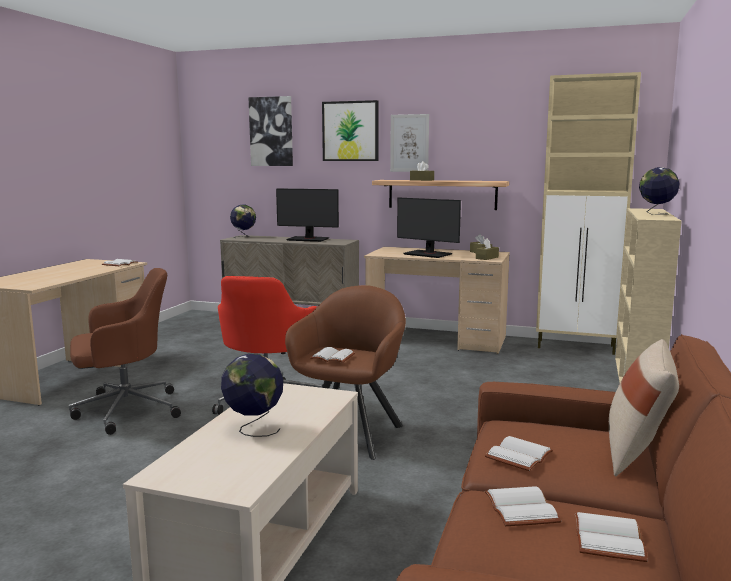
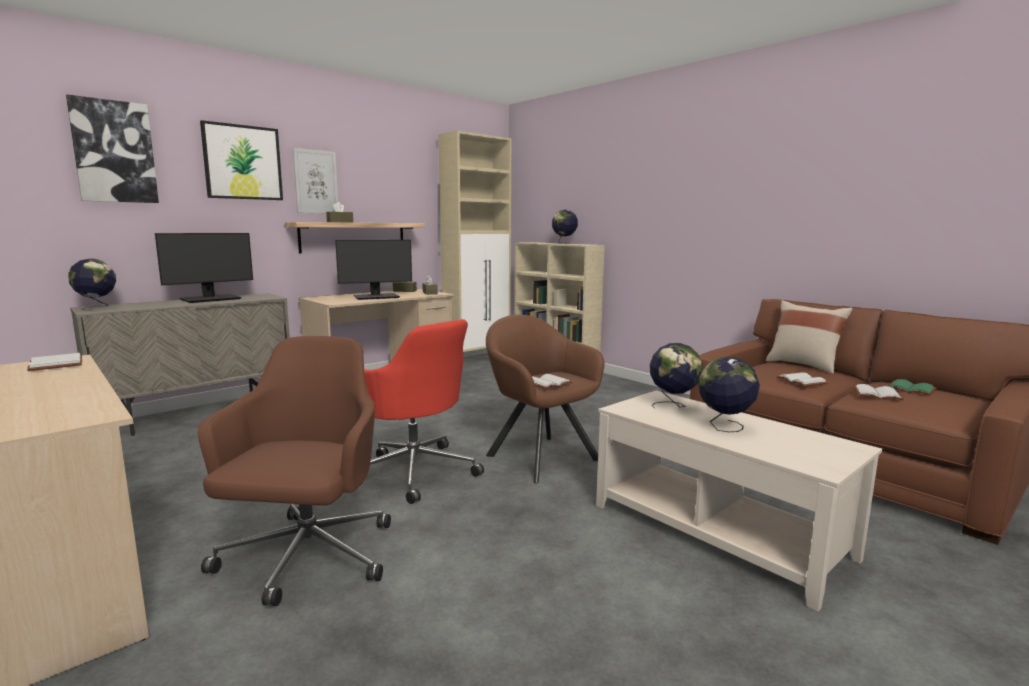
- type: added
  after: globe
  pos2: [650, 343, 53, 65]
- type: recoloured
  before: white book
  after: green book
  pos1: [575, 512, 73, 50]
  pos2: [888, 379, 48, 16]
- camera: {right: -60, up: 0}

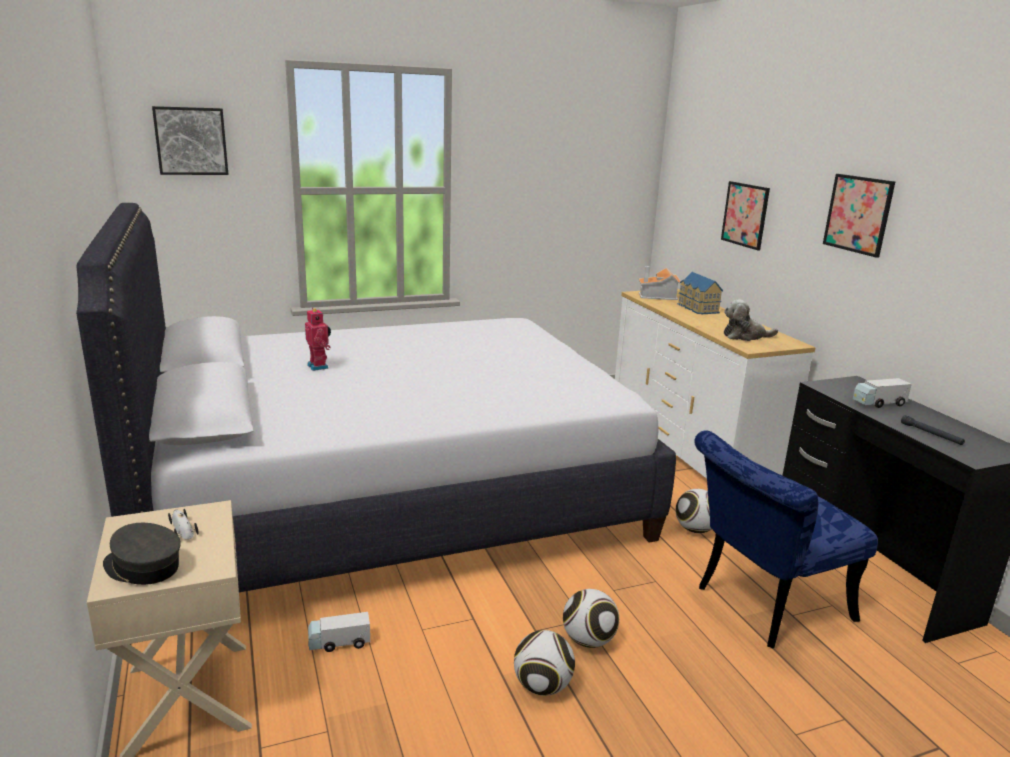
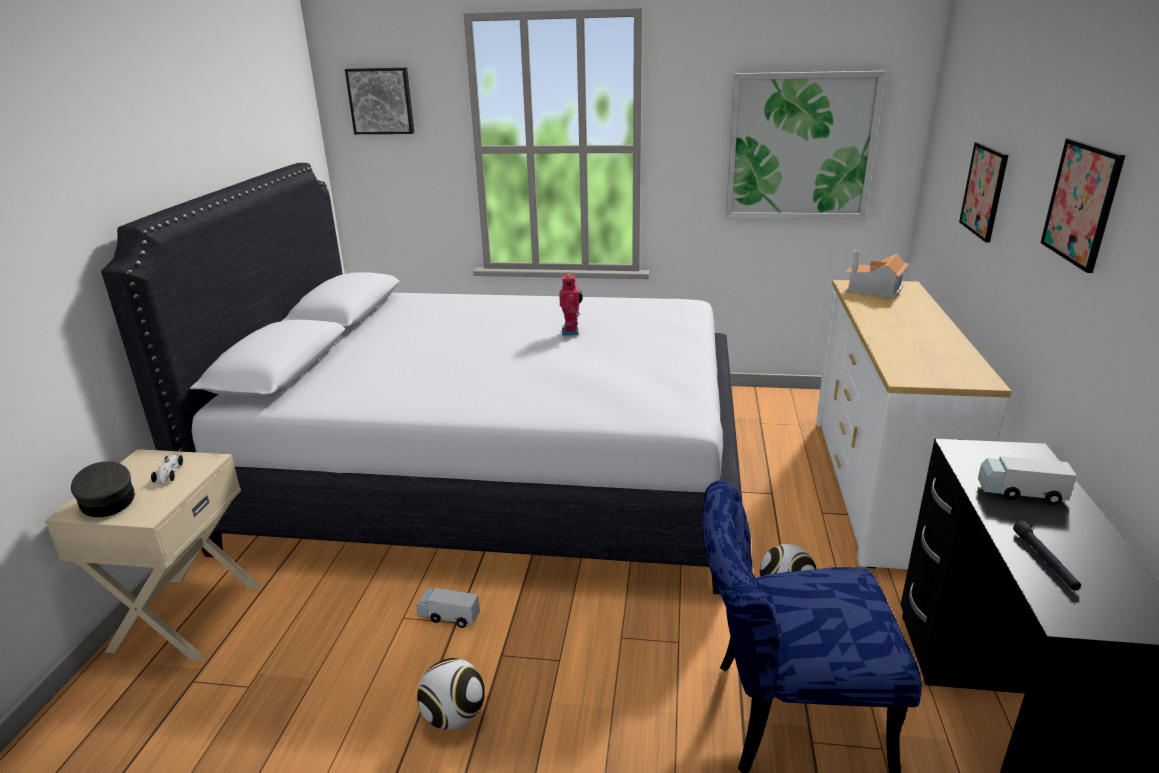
- type: removed
  before: football
  pos1: [563, 589, 56, 59]
- type: removed
  before: toy house
  pos1: [678, 272, 45, 42]
- type: removed
  before: plush toy
  pos1: [724, 299, 54, 42]
- type: added
  after: picture
  pos2: [726, 71, 160, 148]
- type: moved
  before: toy robot
  pos1: [305, 308, 26, 63]
  pos2: [559, 272, 24, 64]
- type: moved
  before: toy truck
  pos1: [308, 612, 62, 40]
  pos2: [417, 588, 63, 40]
- camera: {right: 30, up: 5}

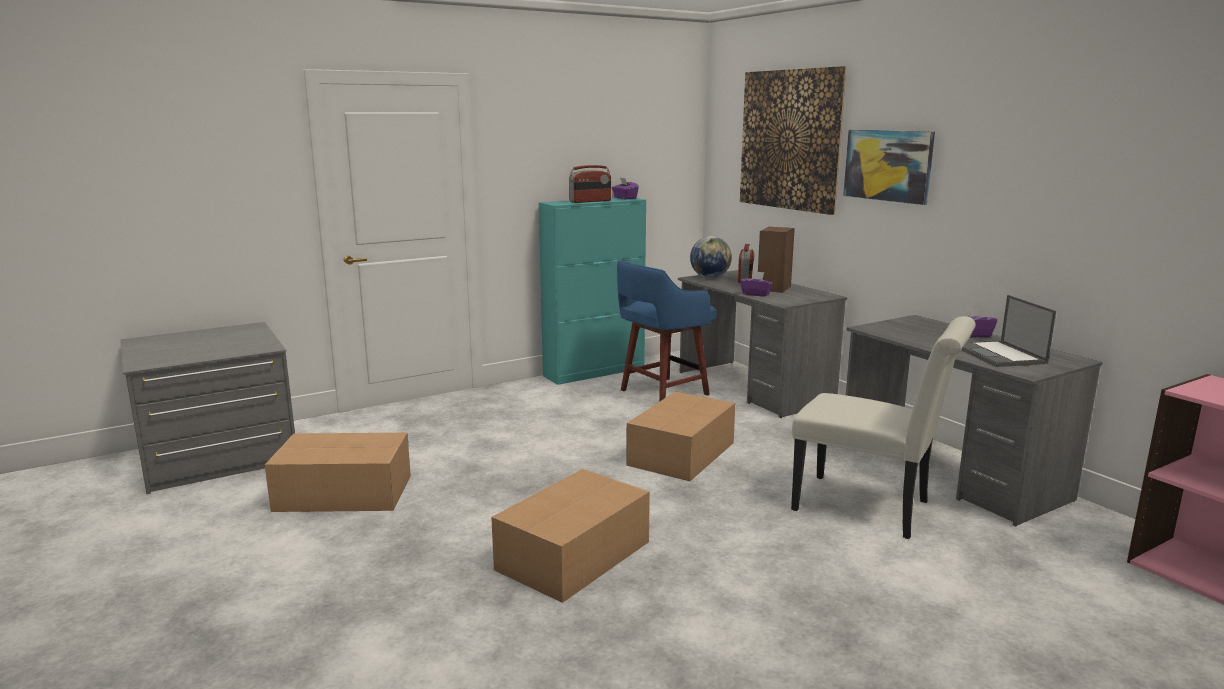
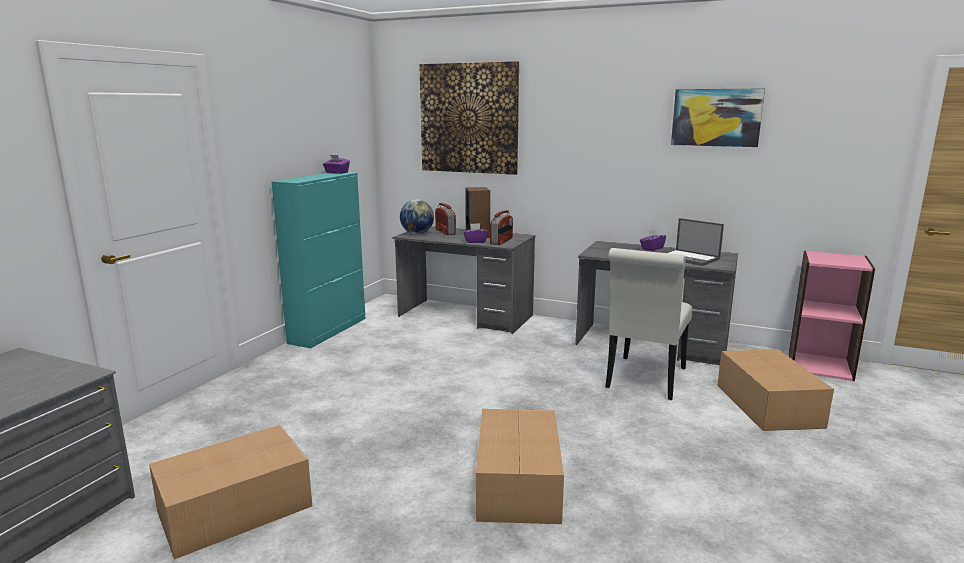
- type: removed
  before: blue stool
  pos1: [617, 260, 100, 142]
- type: moved
  before: radio
  pos1: [569, 165, 42, 38]
  pos2: [490, 210, 23, 35]
- type: moved
  before: cardboard box
  pos1: [626, 392, 109, 89]
  pos2: [717, 349, 117, 82]
- type: moved
  before: picture
  pos1: [843, 130, 92, 75]
  pos2: [671, 89, 94, 58]
- type: turned
  before: white chair
  pos1: [791, 316, 185, 223]
  pos2: [605, 248, 87, 152]
  turn: 120
- camera: {right: -35, up: 0}

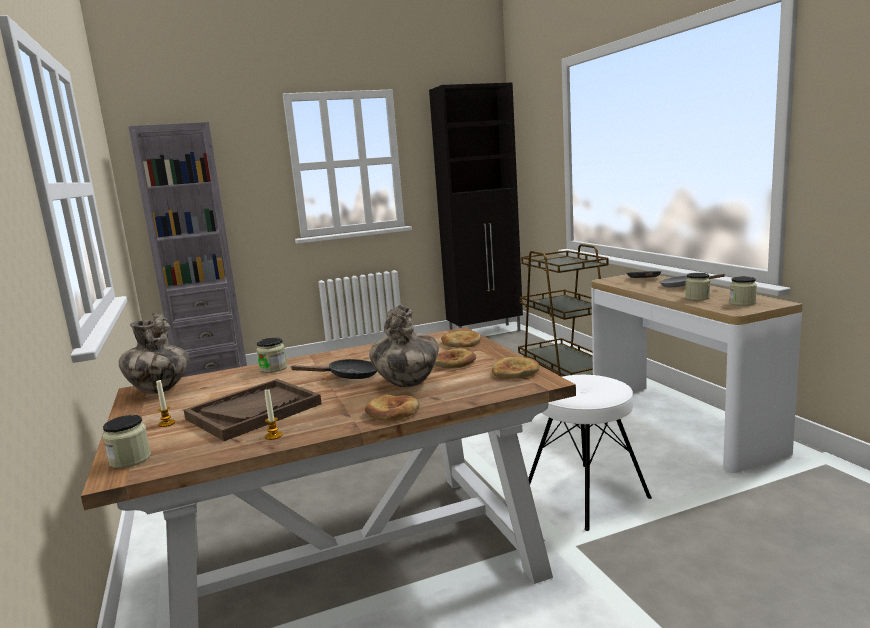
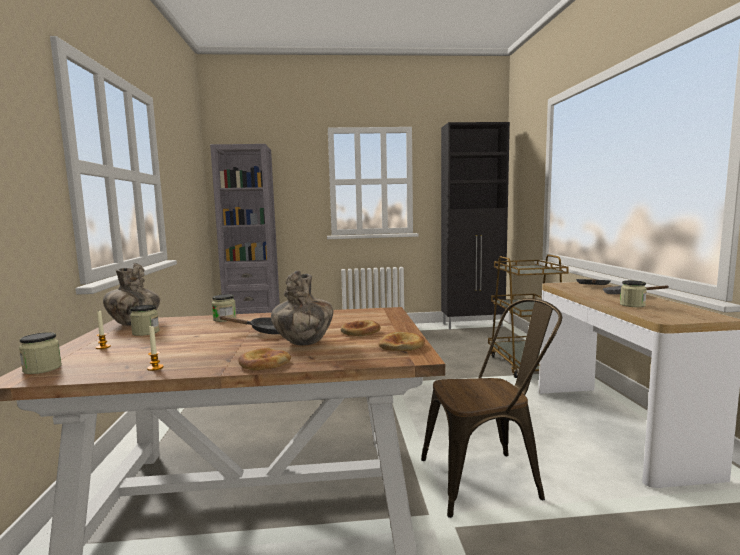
- type: removed
  before: brown tray
  pos1: [184, 379, 138, 62]
- type: removed
  before: bread
  pos1: [441, 331, 40, 17]
- type: moved
  before: jar
  pos1: [729, 276, 28, 30]
  pos2: [130, 305, 29, 31]
- type: replaced
  before: white stool
  after: brown chair
  pos1: [528, 375, 124, 156]
  pos2: [421, 299, 141, 219]
- camera: {right: 15, up: -5}

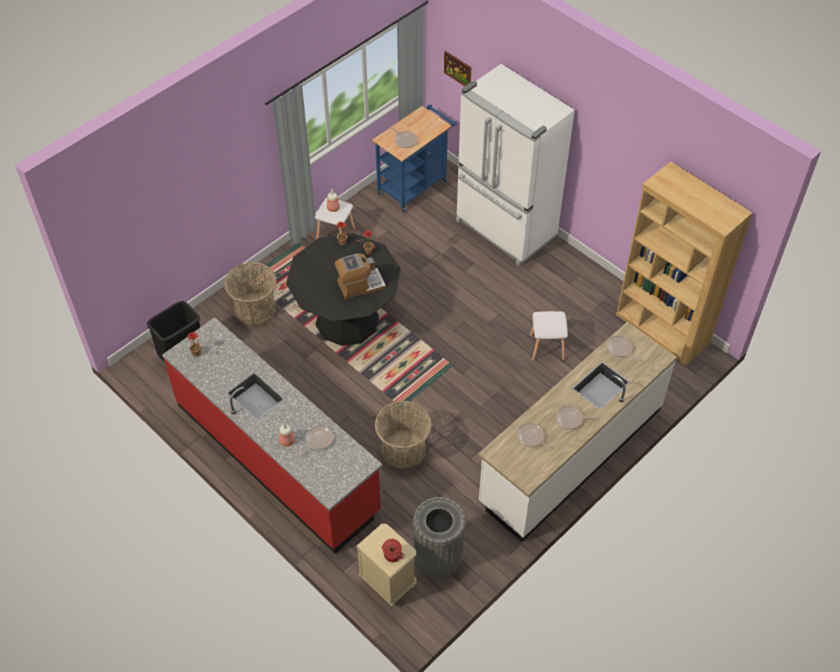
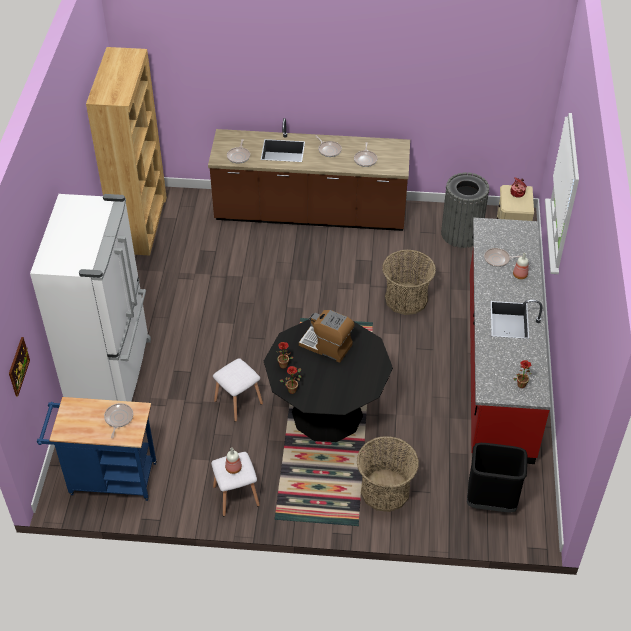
- type: moved
  before: white stool
  pos1: [530, 311, 38, 50]
  pos2: [213, 358, 50, 64]
- type: recoloured
  before: white counter
  after: brown counter
  pos1: [478, 322, 199, 220]
  pos2: [208, 118, 202, 113]
- camera: {right: -130, up: -5}

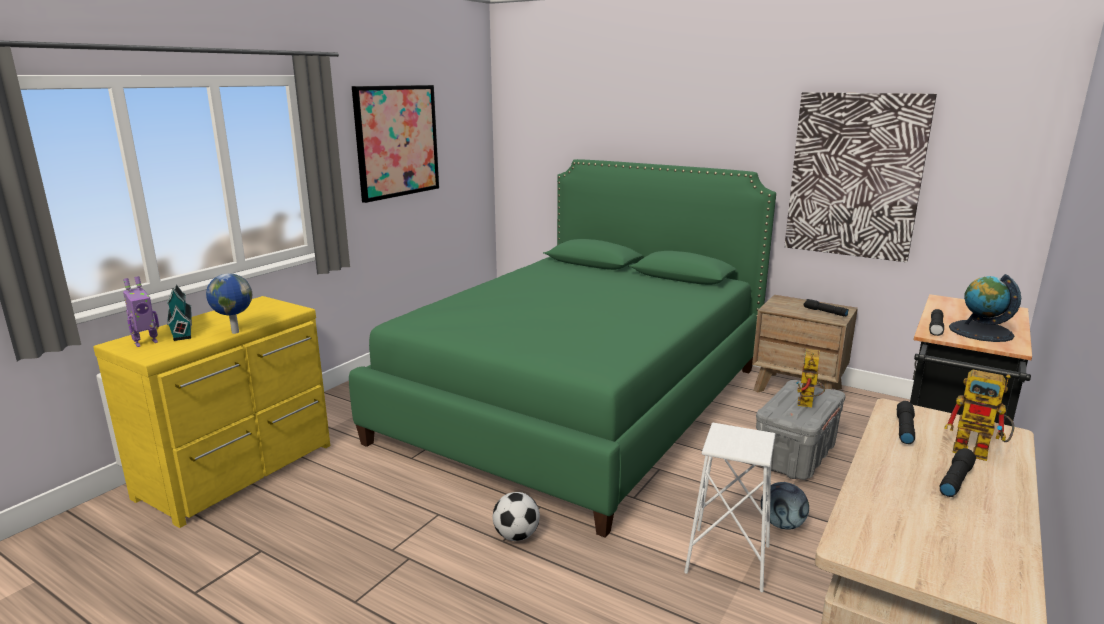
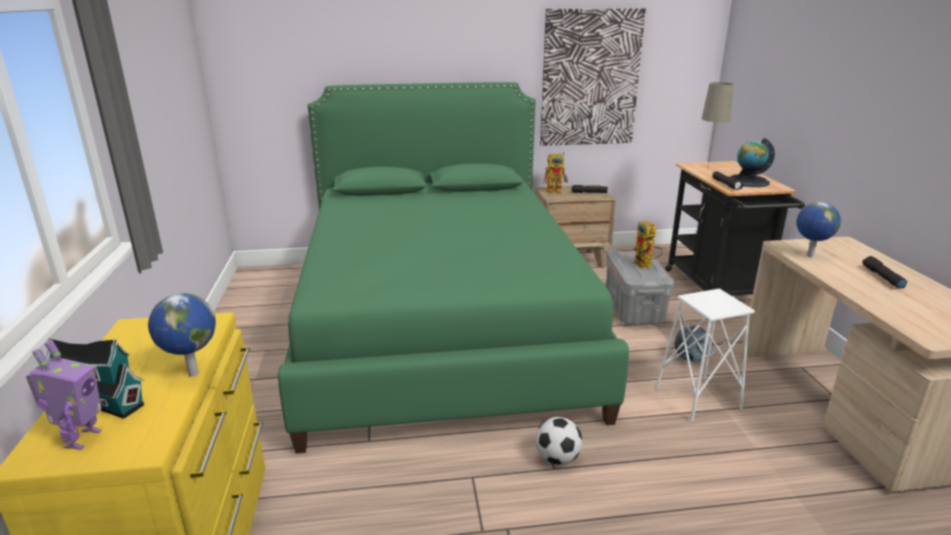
- type: removed
  before: picture
  pos1: [352, 85, 87, 118]
- type: added
  after: beige table lamp
  pos2: [702, 82, 32, 87]
- type: moved
  before: toy robot
  pos1: [944, 370, 71, 91]
  pos2: [543, 153, 25, 41]
- type: replaced
  before: black flashlight
  after: globe
  pos1: [897, 401, 18, 43]
  pos2: [796, 202, 45, 56]
- camera: {right: -40, up: 5}

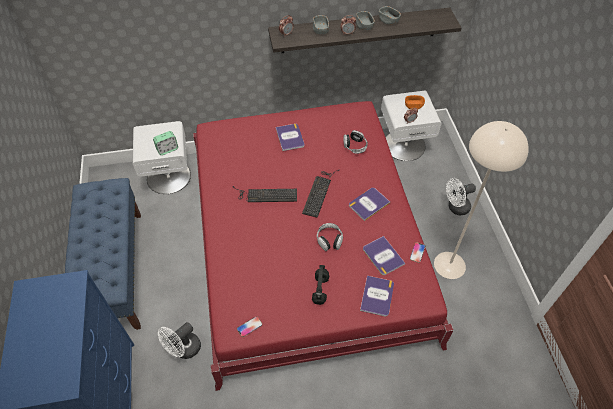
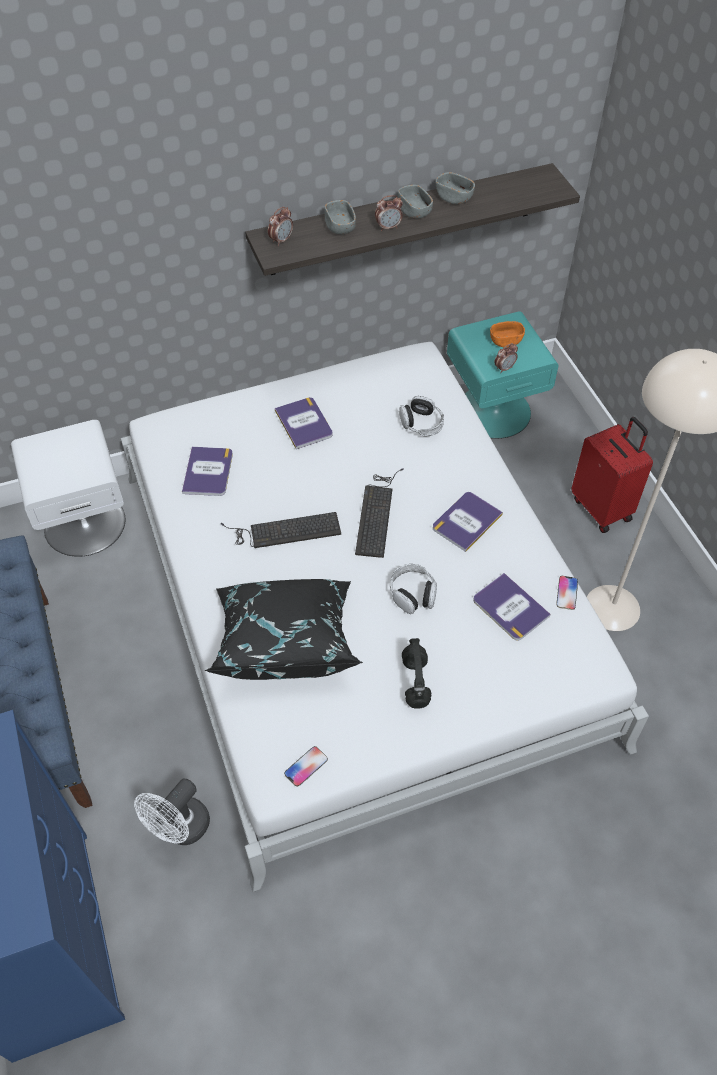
- type: removed
  before: alarm clock
  pos1: [153, 131, 25, 24]
- type: added
  after: black pillow
  pos2: [205, 579, 158, 101]
- type: moved
  before: book
  pos1: [360, 276, 34, 41]
  pos2: [182, 447, 51, 49]
- type: replaced
  before: white fan
  after: red suitcase
  pos1: [446, 178, 30, 37]
  pos2: [571, 417, 82, 116]
- type: recoloured
  before: red bed
  after: white bed
  pos1: [193, 101, 261, 290]
  pos2: [121, 342, 528, 550]
- type: recoloured
  before: white nightstand
  after: turquoise nightstand
  pos1: [381, 91, 60, 70]
  pos2: [447, 311, 112, 128]
- camera: {right: -10, up: 0}

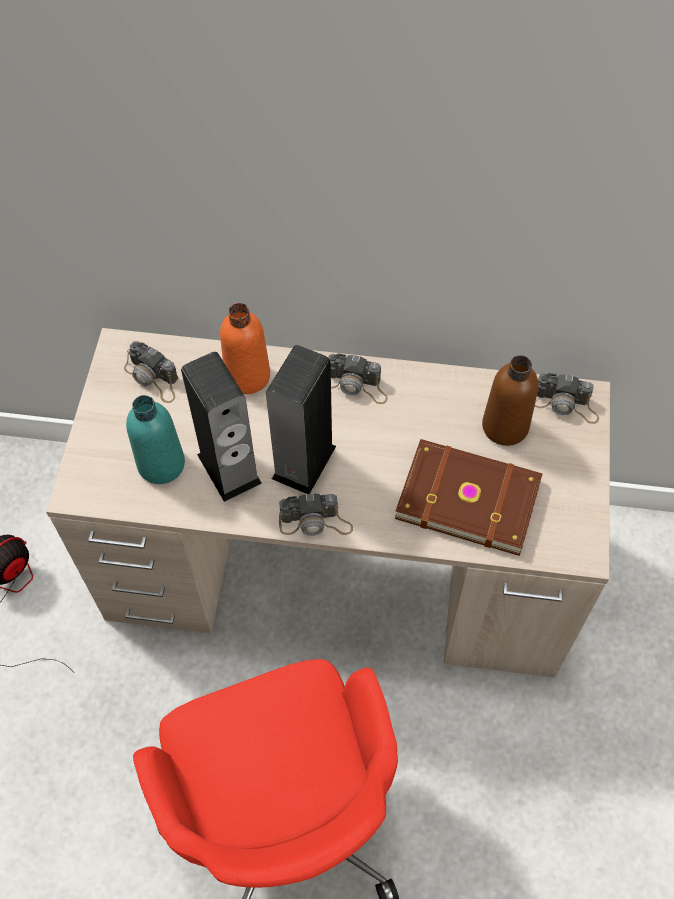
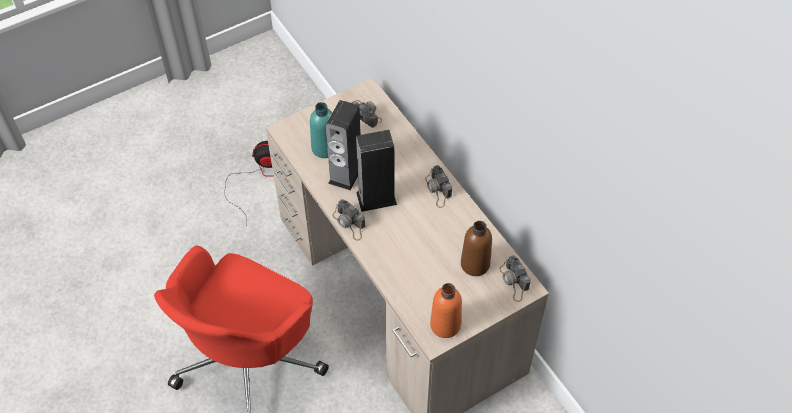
- type: removed
  before: brown book
  pos1: [395, 439, 148, 117]
- type: moved
  before: orange bottle
  pos1: [220, 303, 50, 91]
  pos2: [430, 283, 32, 55]
- type: turned
  before: photo camera
  pos1: [124, 341, 54, 62]
  pos2: [352, 100, 30, 28]
  turn: 135
- camera: {right: 50, up: -5}

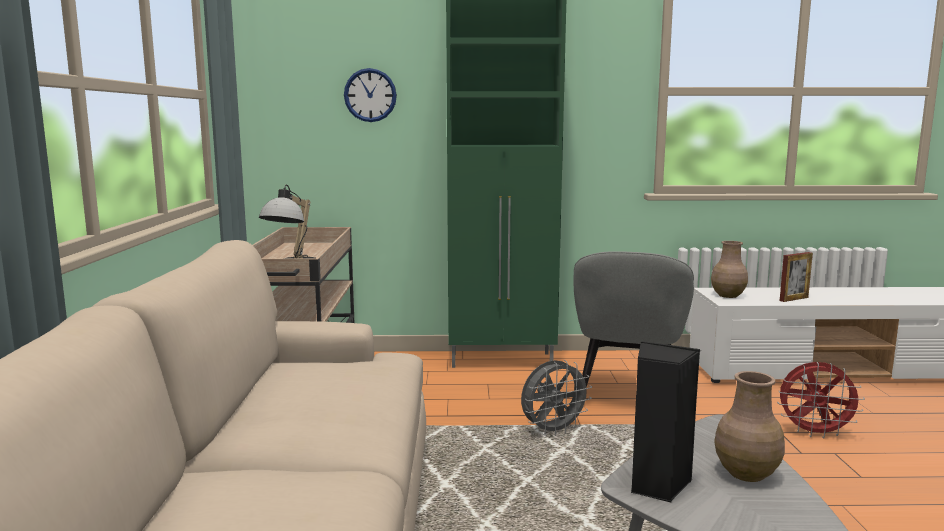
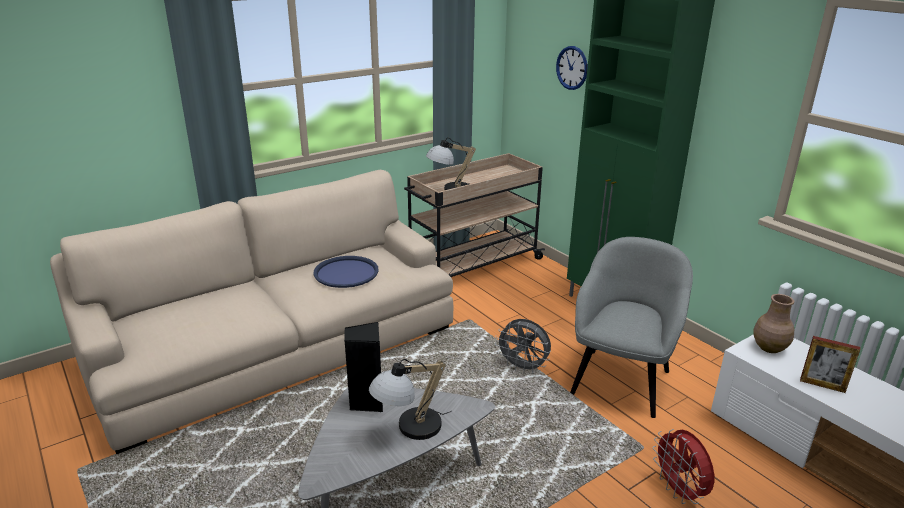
- type: added
  after: blue tray
  pos2: [313, 256, 65, 32]
- type: replaced
  before: brown vase
  after: table lamp
  pos1: [714, 371, 71, 111]
  pos2: [369, 359, 83, 81]
- type: turned
  before: grey armchair
  pos1: [574, 251, 120, 136]
  pos2: [570, 237, 123, 181]
  turn: 135
- camera: {right: 55, up: 15}

